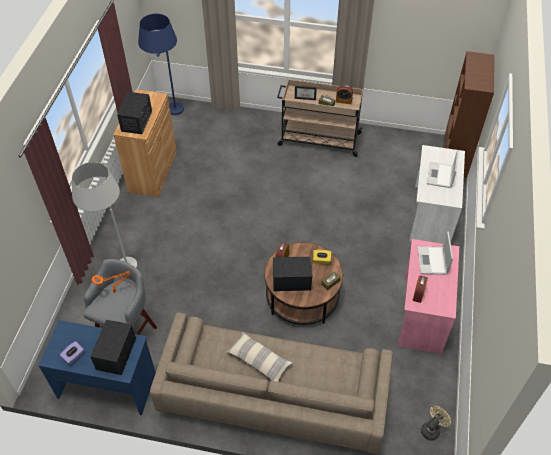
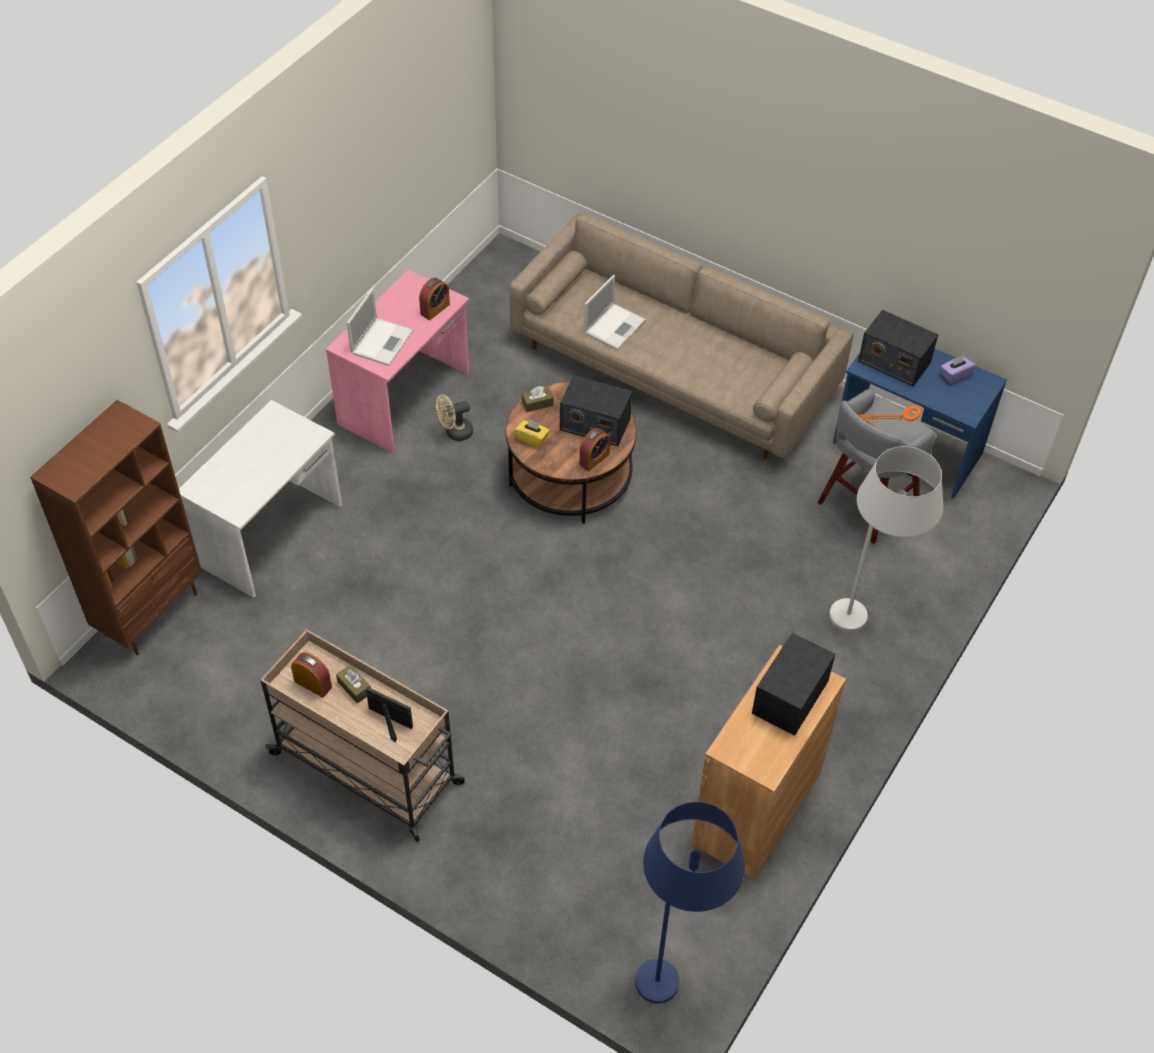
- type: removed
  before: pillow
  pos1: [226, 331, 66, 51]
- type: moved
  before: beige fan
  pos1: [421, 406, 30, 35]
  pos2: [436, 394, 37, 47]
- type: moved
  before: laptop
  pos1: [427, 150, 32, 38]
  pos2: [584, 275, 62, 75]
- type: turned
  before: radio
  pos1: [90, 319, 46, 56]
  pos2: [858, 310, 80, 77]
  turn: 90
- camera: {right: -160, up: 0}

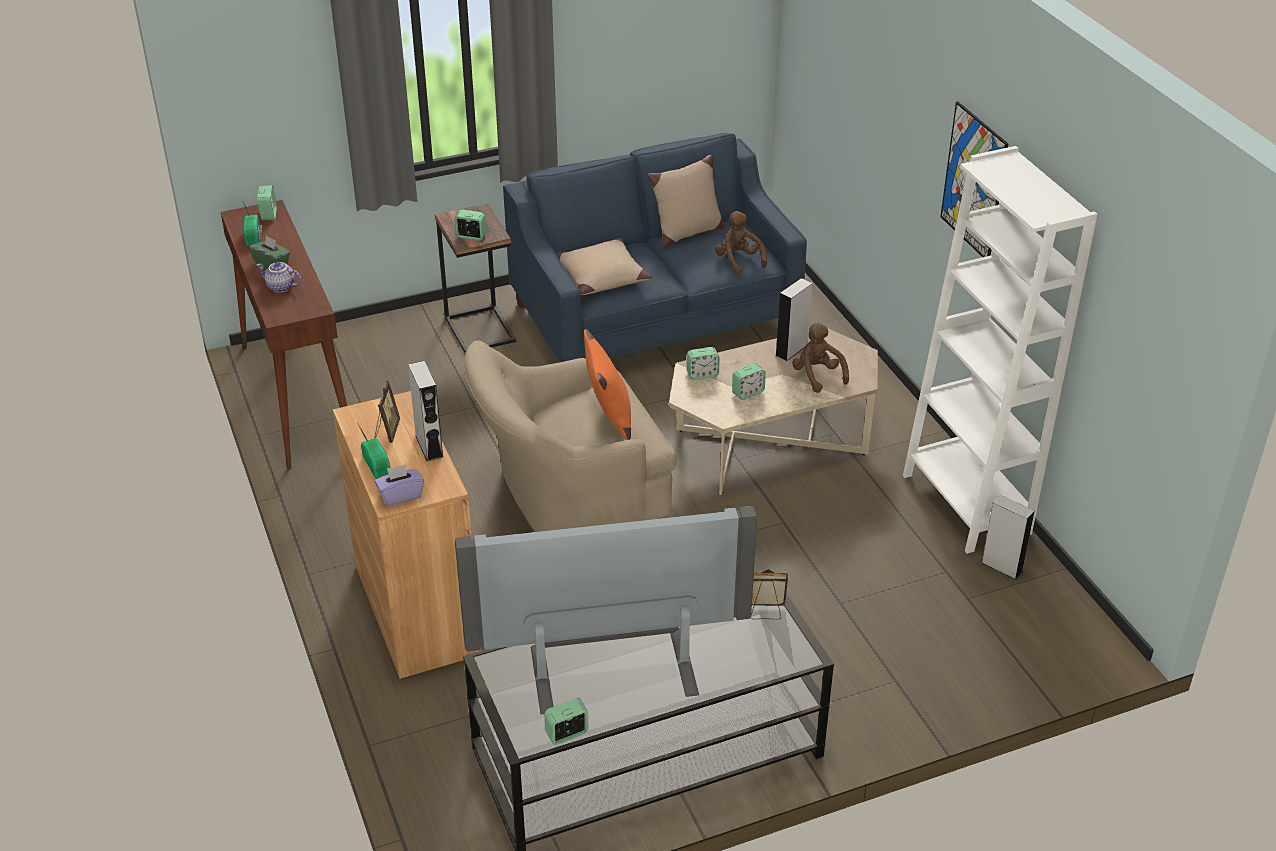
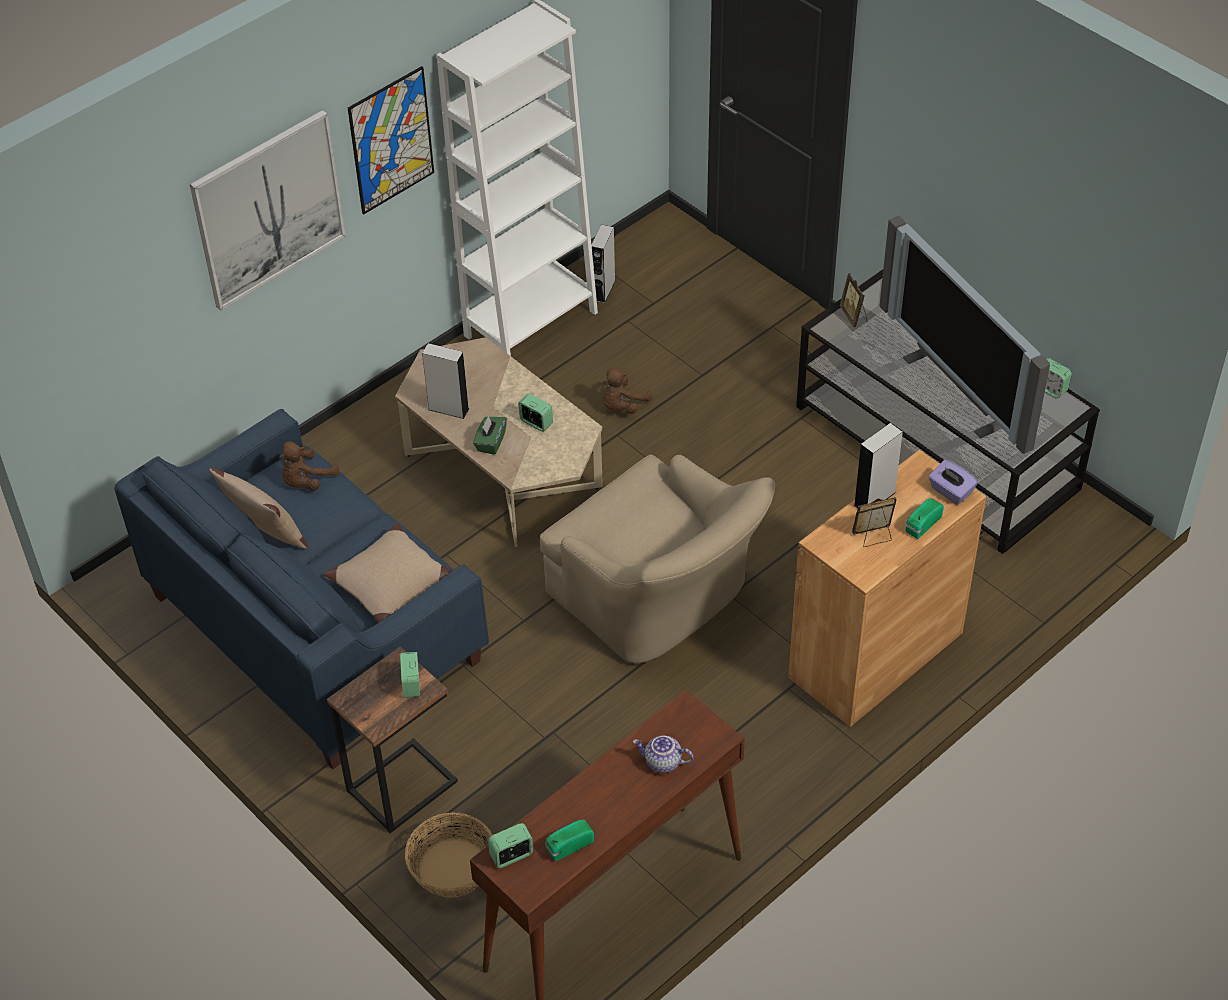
- type: removed
  before: orange pillow
  pos1: [584, 329, 47, 111]
- type: removed
  before: alarm clock
  pos1: [687, 347, 32, 33]
- type: added
  after: picture
  pos2: [190, 110, 156, 201]
- type: added
  after: basket
  pos2: [405, 812, 88, 86]
- type: moved
  before: green tissue box
  pos1: [249, 235, 41, 33]
  pos2: [473, 415, 34, 40]
- type: moved
  before: brown plush toy
  pos1: [792, 323, 57, 70]
  pos2: [603, 368, 49, 46]
- type: turned
  before: teapot
  pos1: [257, 262, 44, 31]
  pos2: [633, 736, 61, 37]
  turn: 105
- camera: {right: -110, up: 10}

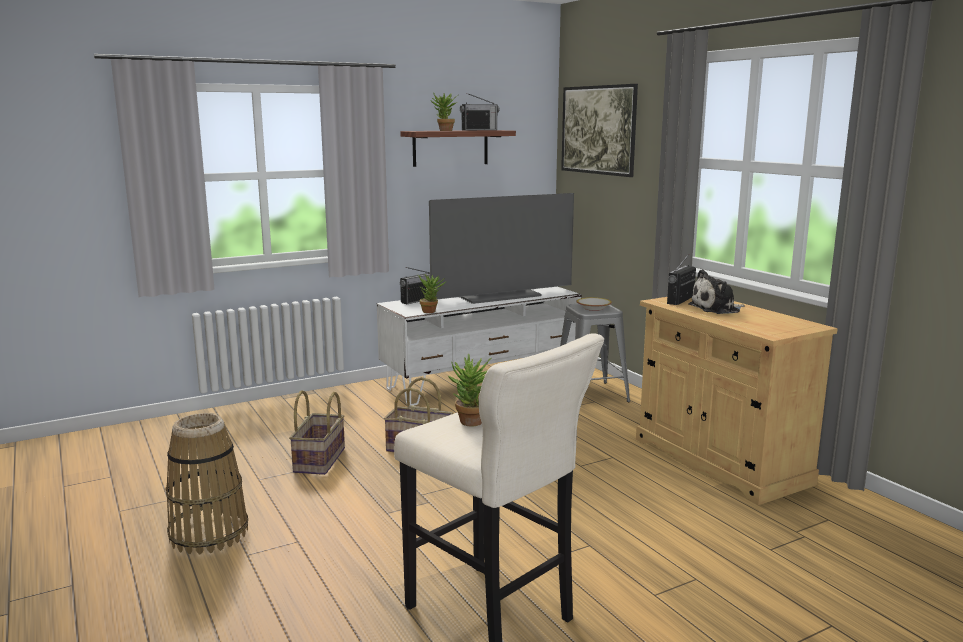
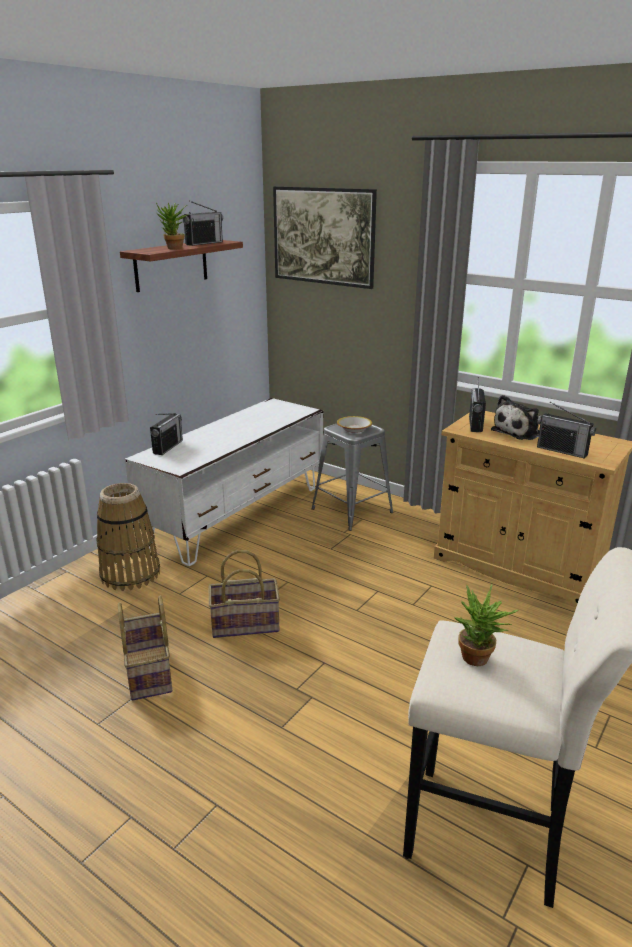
- type: removed
  before: potted plant
  pos1: [418, 274, 27, 39]
- type: removed
  before: television
  pos1: [429, 193, 145, 111]
- type: added
  after: radio
  pos2: [537, 402, 59, 57]
- type: moved
  before: basket
  pos1: [165, 413, 83, 141]
  pos2: [97, 483, 63, 108]
- camera: {right: -25, up: 10}

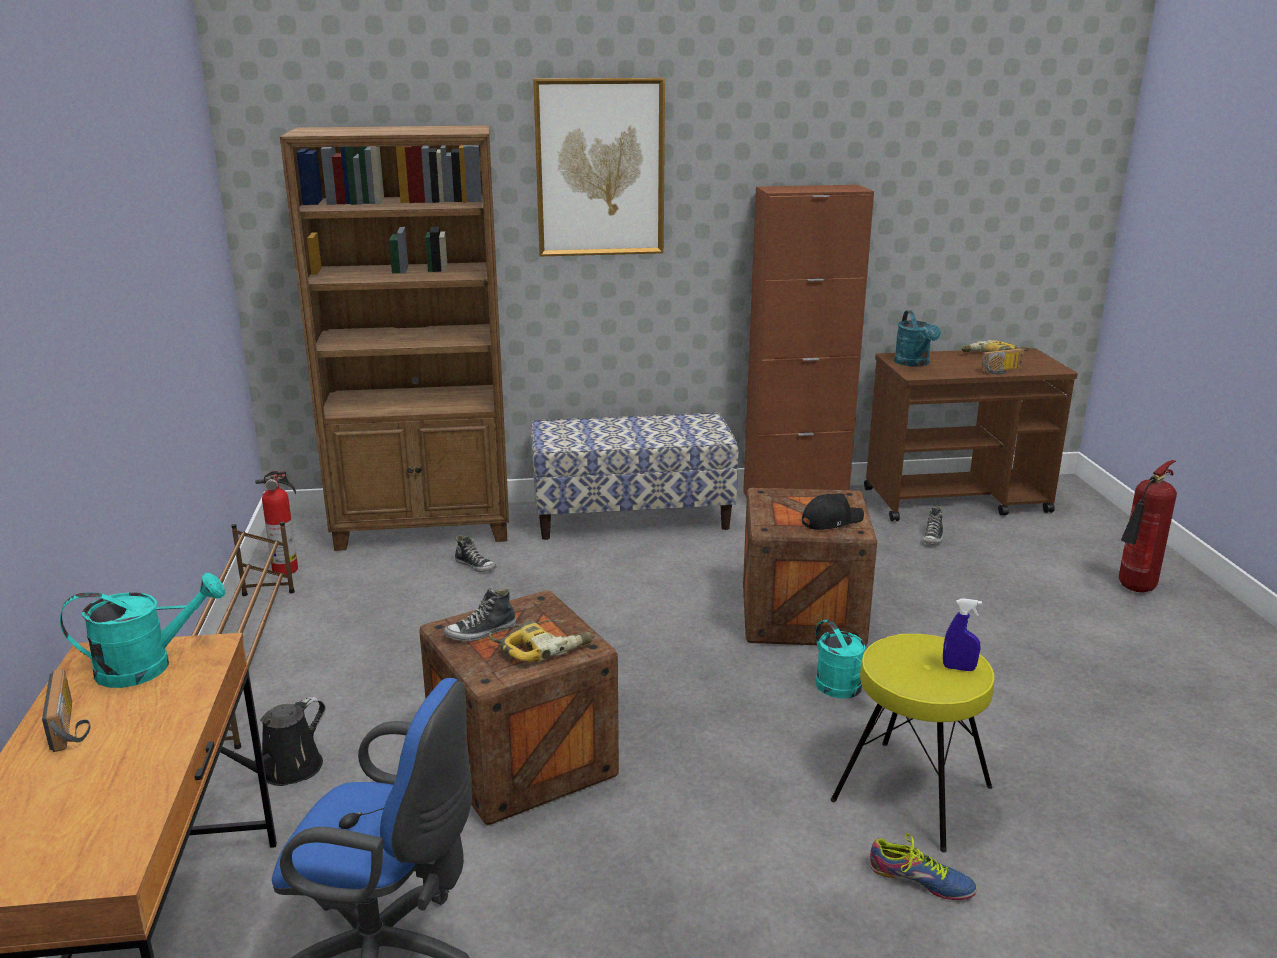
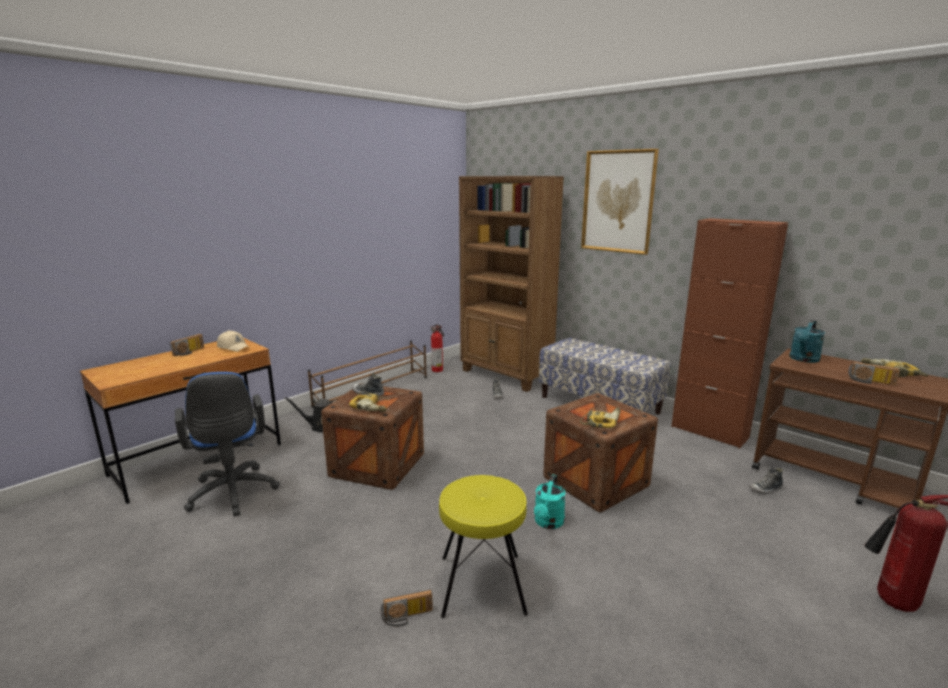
- type: removed
  before: blue spray bottle
  pos1: [943, 598, 39, 73]
- type: replaced
  before: turquoise watering can
  after: beige cap
  pos1: [60, 573, 165, 115]
  pos2: [217, 331, 32, 21]
- type: replaced
  before: black cap
  after: power drill
  pos1: [802, 493, 62, 37]
  pos2: [580, 408, 41, 20]
- type: replaced
  before: shoe
  after: radio
  pos1: [870, 834, 107, 66]
  pos2: [380, 590, 53, 36]
- camera: {right: 50, up: -5}

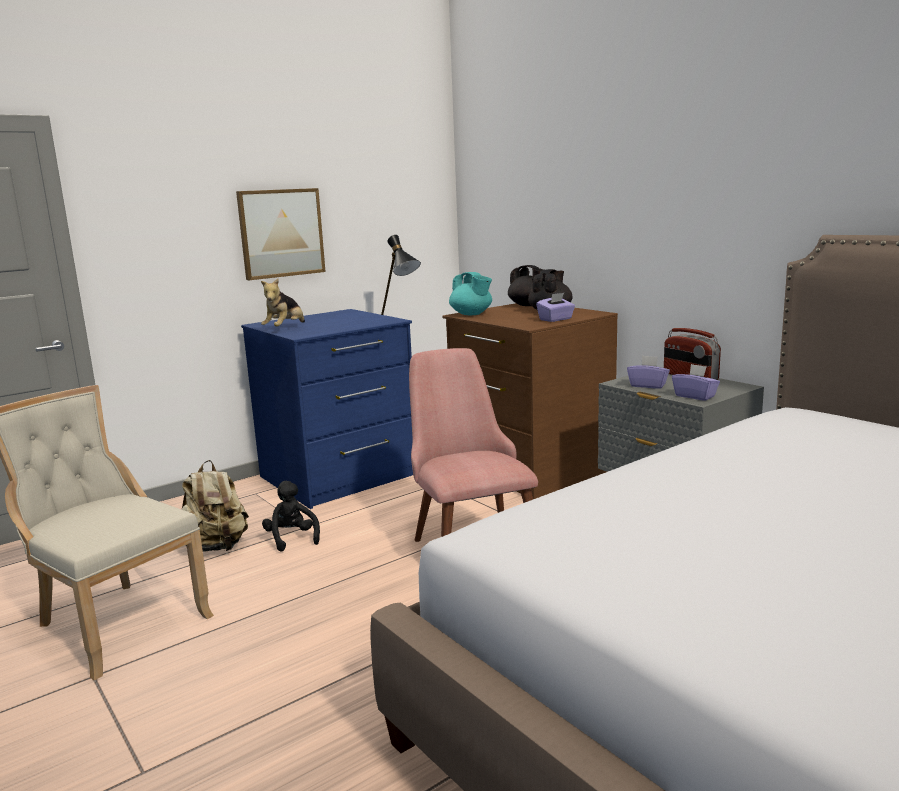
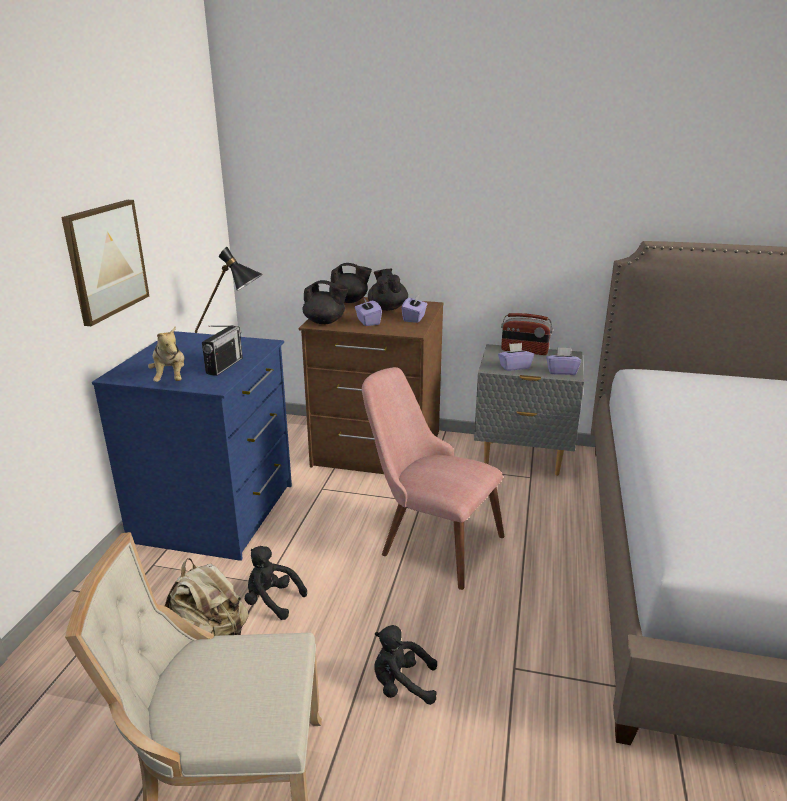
- type: added
  after: radio
  pos2: [202, 325, 41, 51]
- type: added
  after: purple tissue box
  pos2: [355, 298, 27, 28]
- type: added
  after: black plush toy
  pos2: [374, 625, 63, 80]
- type: recoloured
  before: turquoise teapot
  after: black teapot
  pos1: [449, 272, 43, 43]
  pos2: [303, 280, 46, 44]
- camera: {right: -40, up: 10}

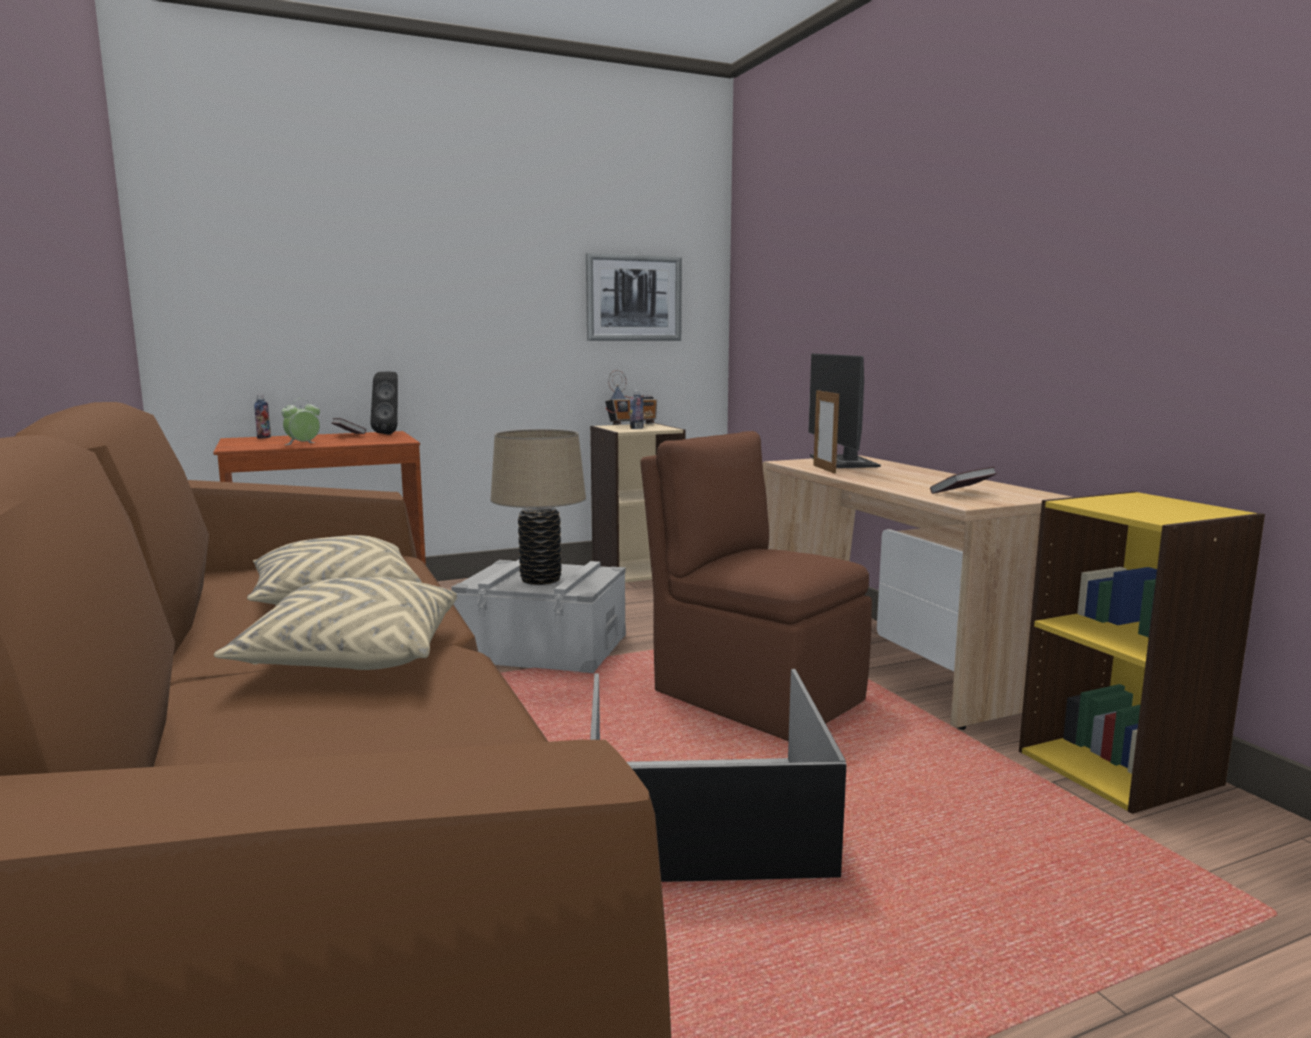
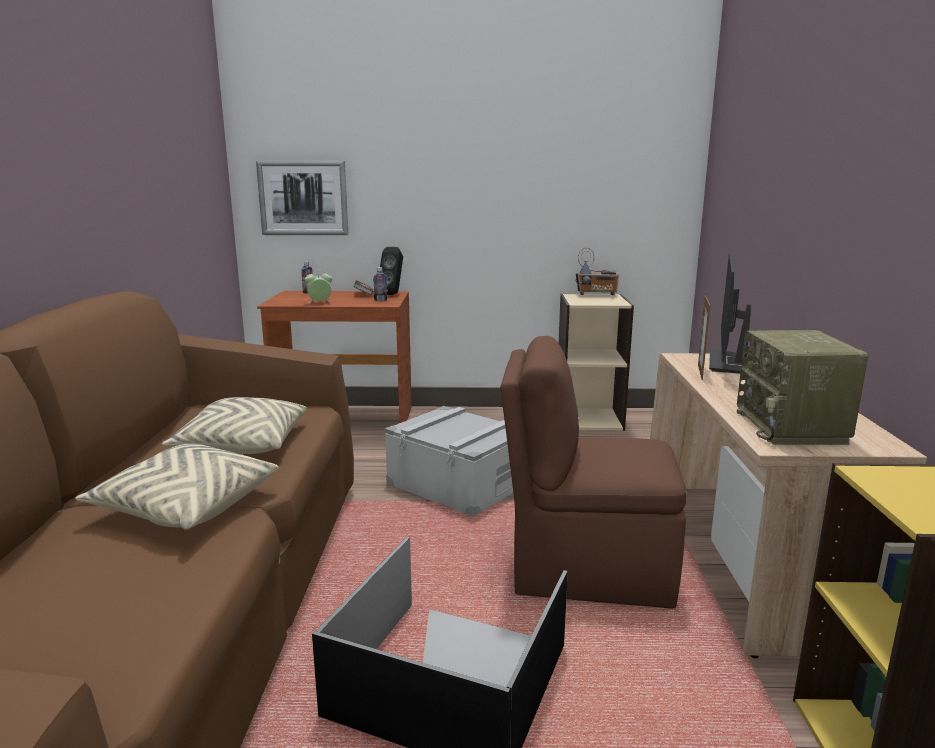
- type: removed
  before: beige table lamp
  pos1: [491, 429, 95, 156]
- type: moved
  before: picture
  pos1: [586, 253, 96, 88]
  pos2: [256, 161, 93, 74]
- type: moved
  before: bottle
  pos1: [630, 390, 13, 39]
  pos2: [373, 267, 15, 34]
- type: replaced
  before: book
  after: radio
  pos1: [930, 467, 67, 27]
  pos2: [737, 330, 131, 115]
- type: turned
  before: brown chair
  pos1: [640, 431, 232, 310]
  pos2: [500, 336, 186, 272]
  turn: -60
- camera: {right: 25, up: 5}

